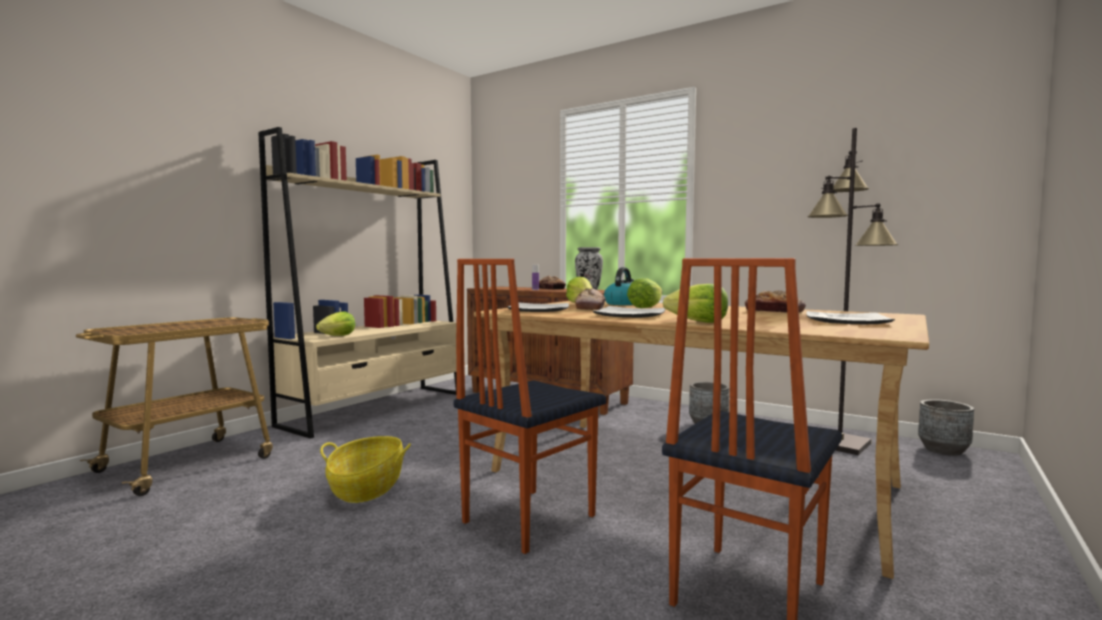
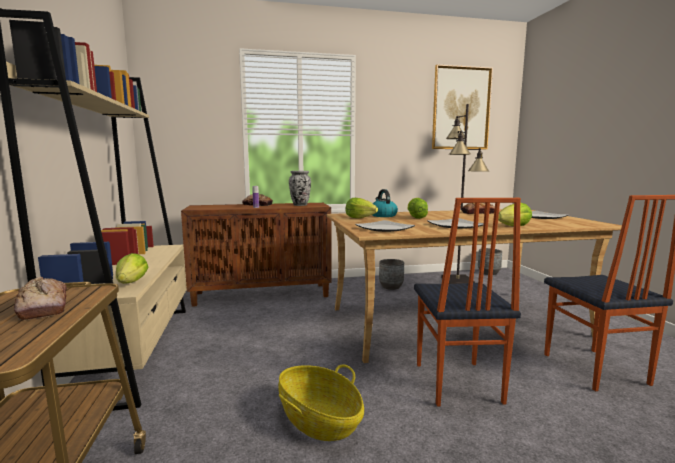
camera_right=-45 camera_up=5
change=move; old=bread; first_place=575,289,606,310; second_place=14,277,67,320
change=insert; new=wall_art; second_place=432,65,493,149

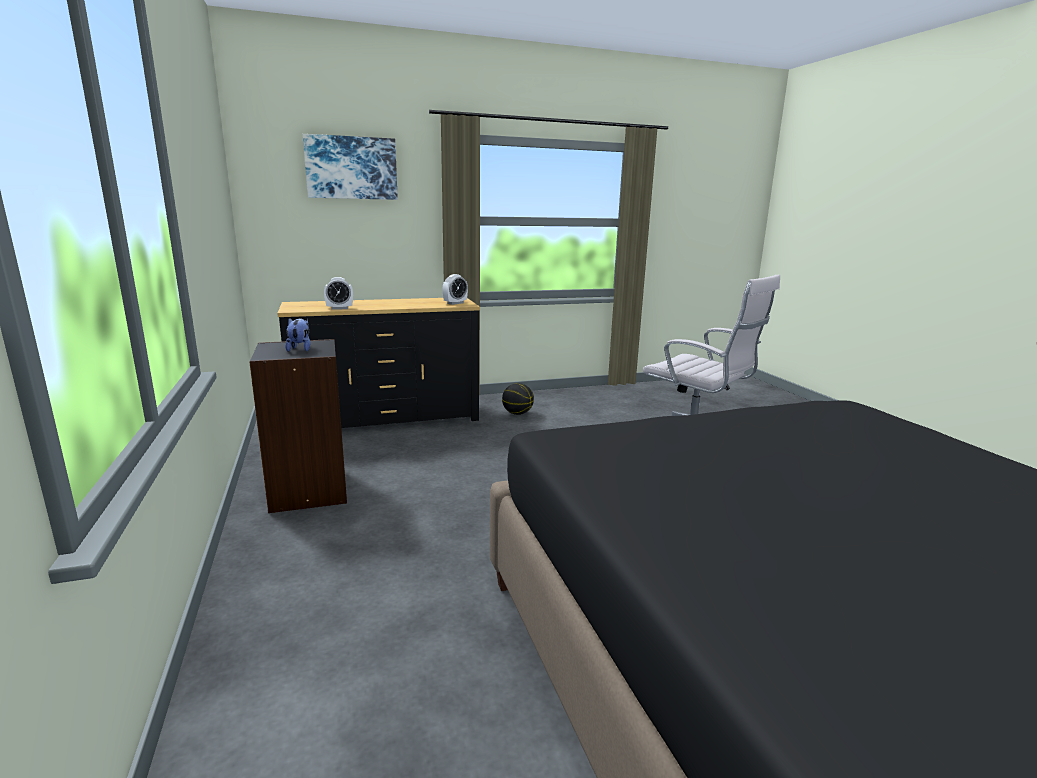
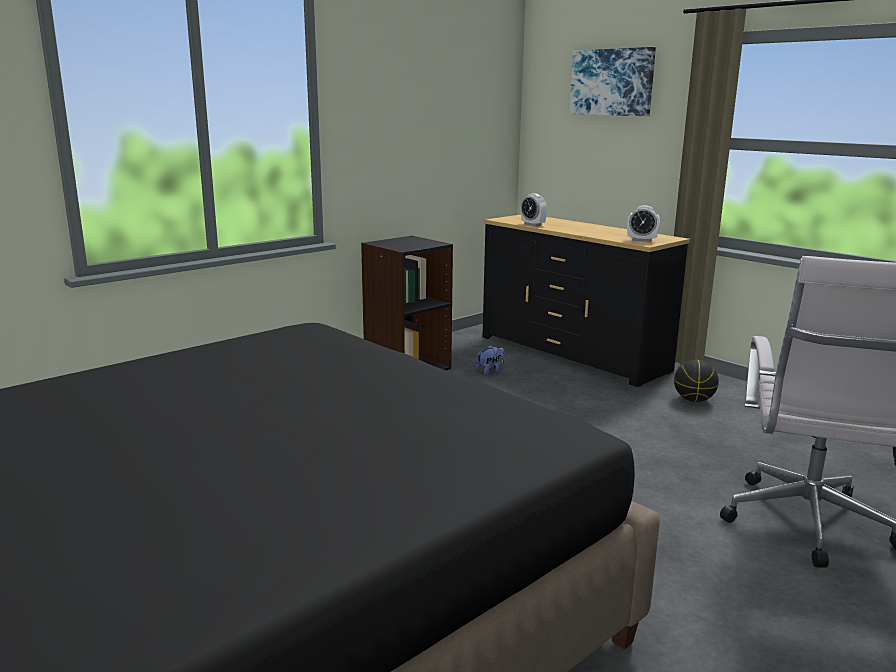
camera_right=65 camera_up=0
change=move; old=cuddly_toy; first_place=285,318,311,352; second_place=475,345,505,374

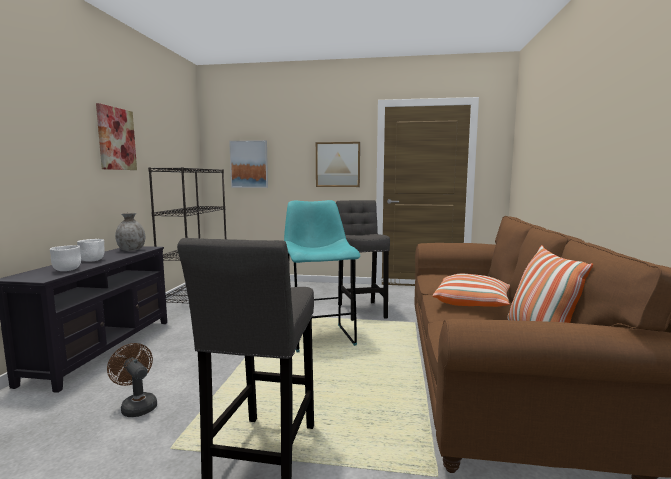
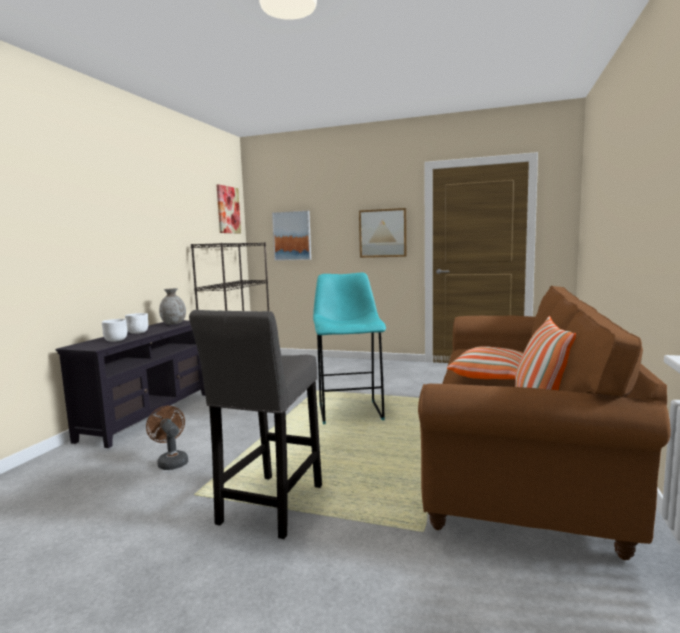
camera_right=10 camera_up=0
change=move; old=wall_art; first_place=96,103,137,170; second_place=217,184,241,233
change=delete; old=grey_sitting_stool; first_place=336,200,390,321

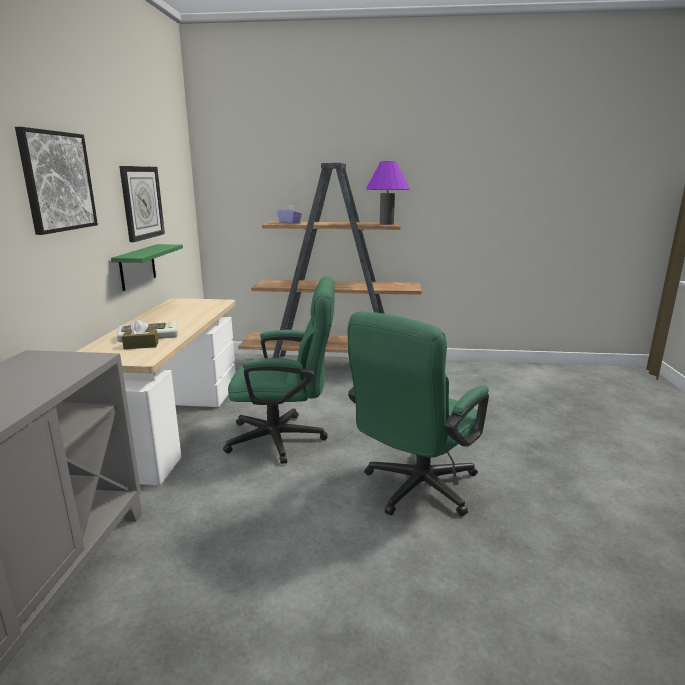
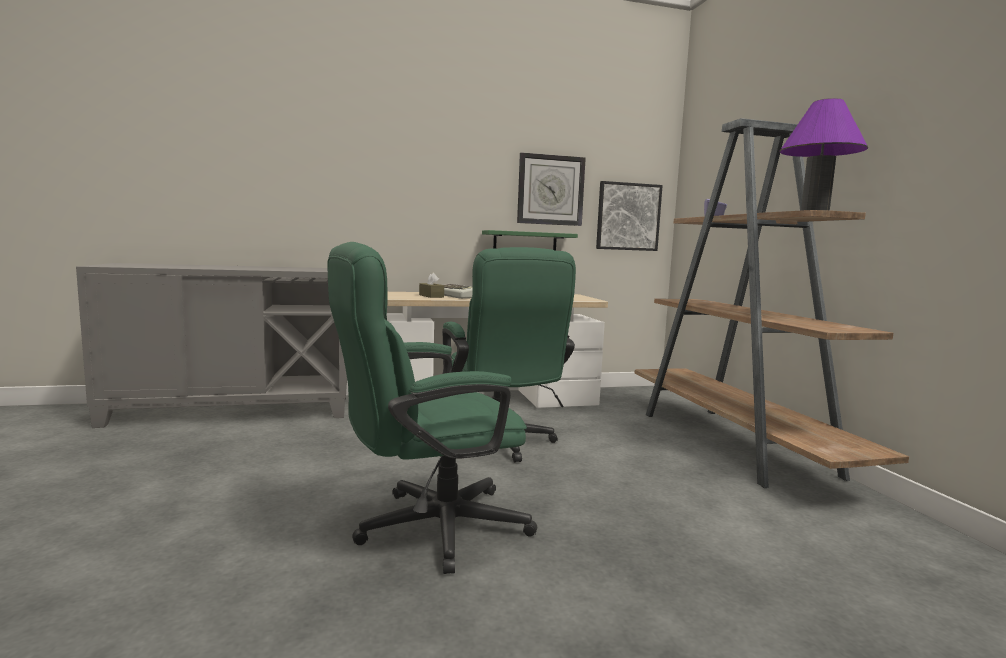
camera_right=70 camera_up=-10
change=move; old=wall_art; first_place=15,127,98,235; second_place=596,181,663,251
change=rotate; old=greenish_computer_chair; first_place=348,311,489,516; second_place=327,242,537,574; degrees=-45

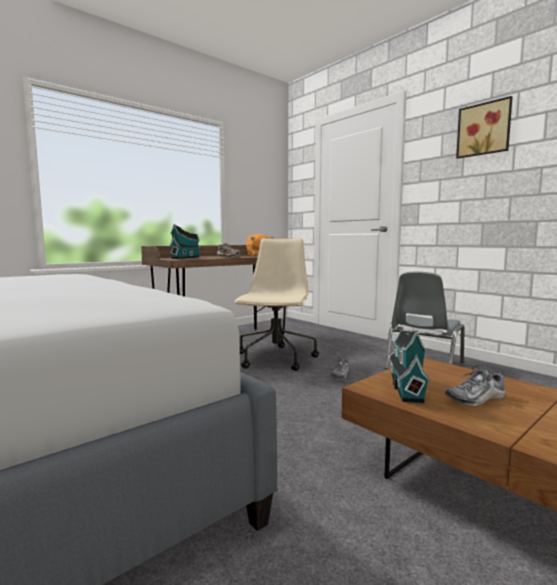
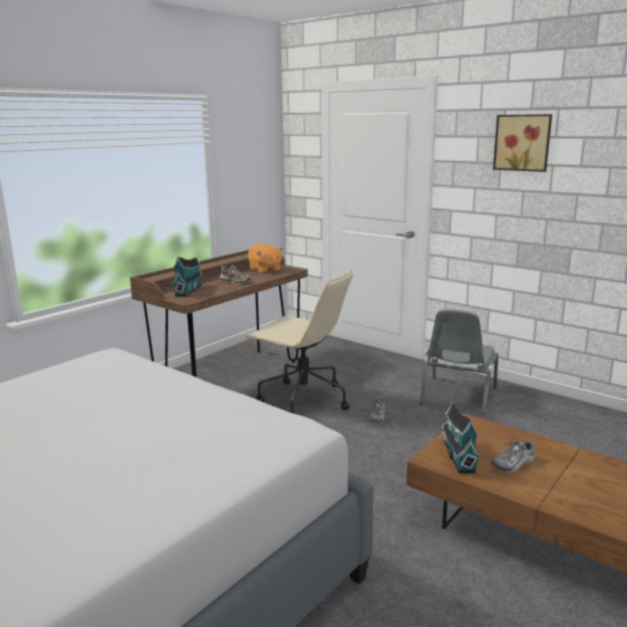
camera_right=-10 camera_up=10
change=rotate; old=sand-coloured_computer_chair; first_place=235,238,319,371; second_place=244,271,353,414; degrees=120

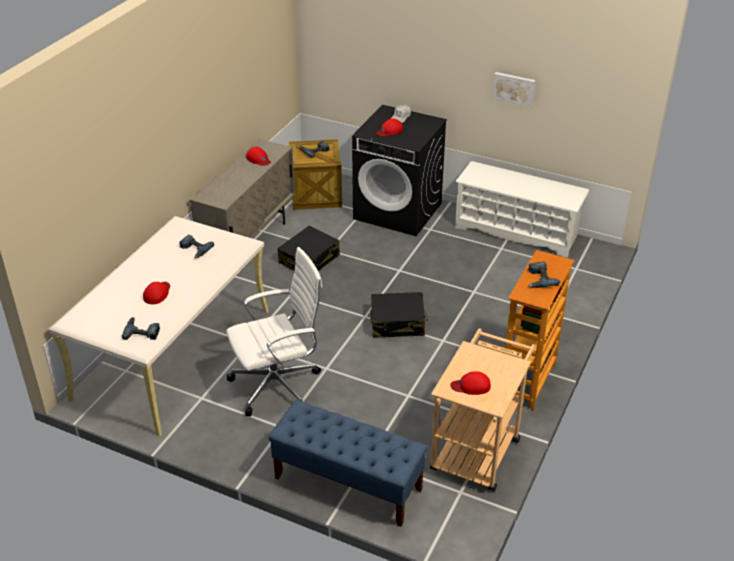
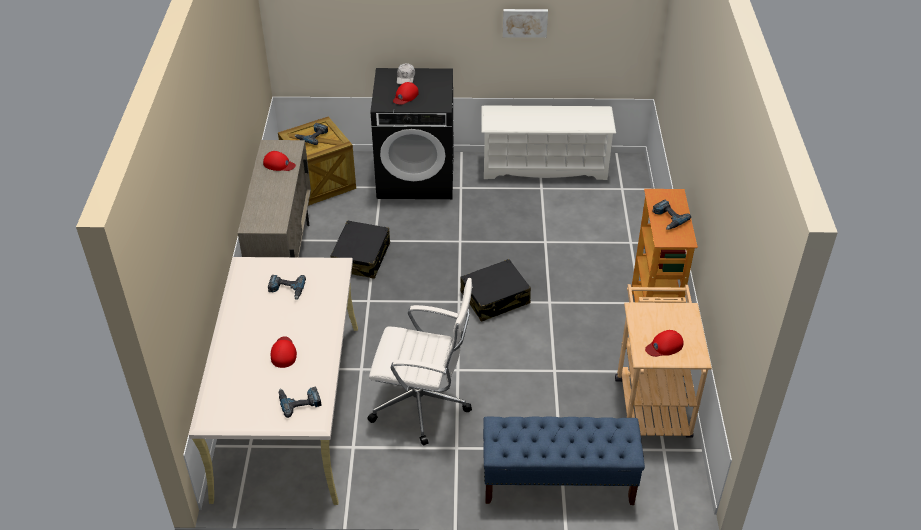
camera_right=-25 camera_up=5
change=rotate; old=white_computer_chair; first_place=226,247,323,416; second_place=367,278,473,446; degrees=60

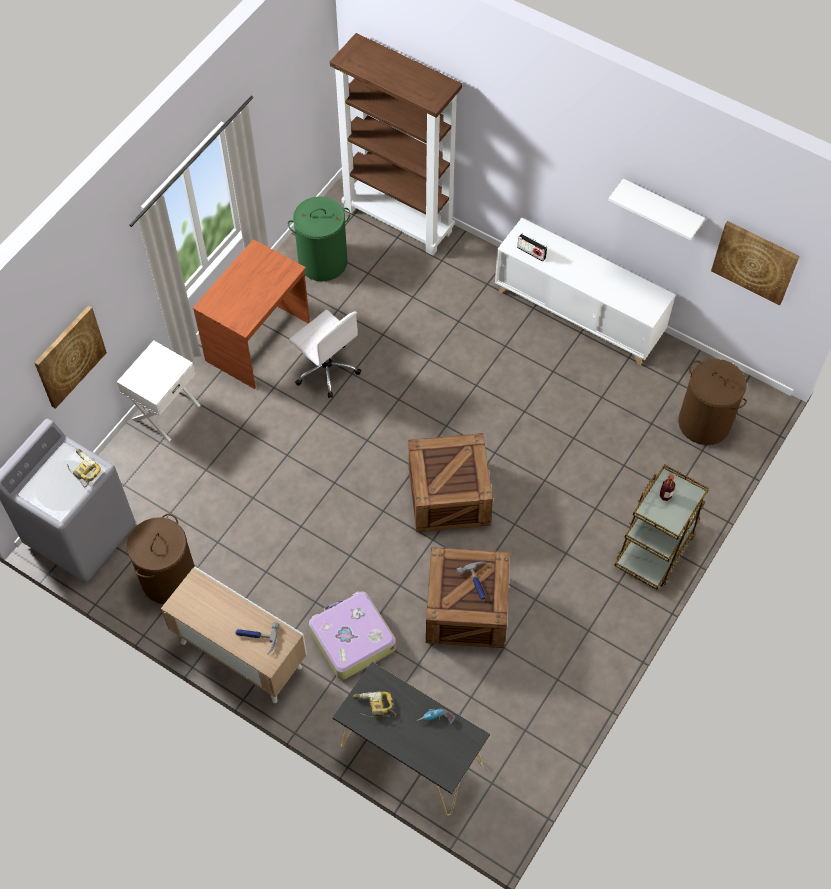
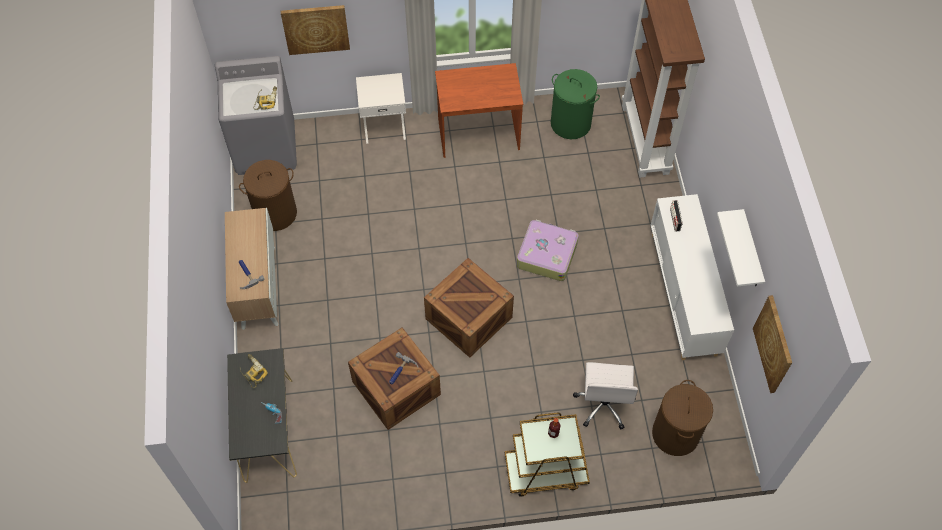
camera_right=50 camera_up=0
change=move; old=white_computer_chair; first_place=289,310,361,398; second_place=573,362,638,430
change=move; old=piece_of_luggage; first_place=309,591,396,680; second_place=517,220,579,281

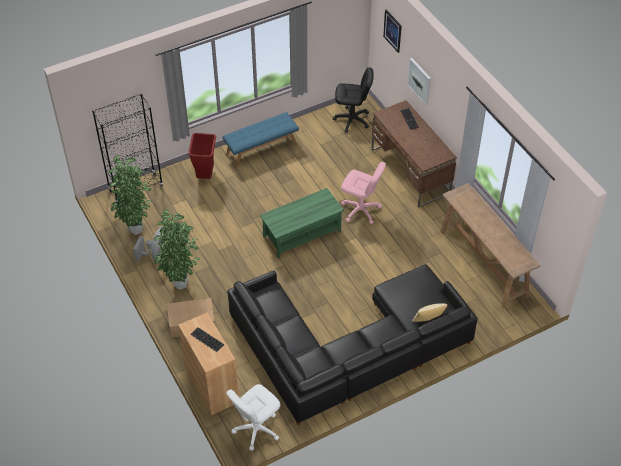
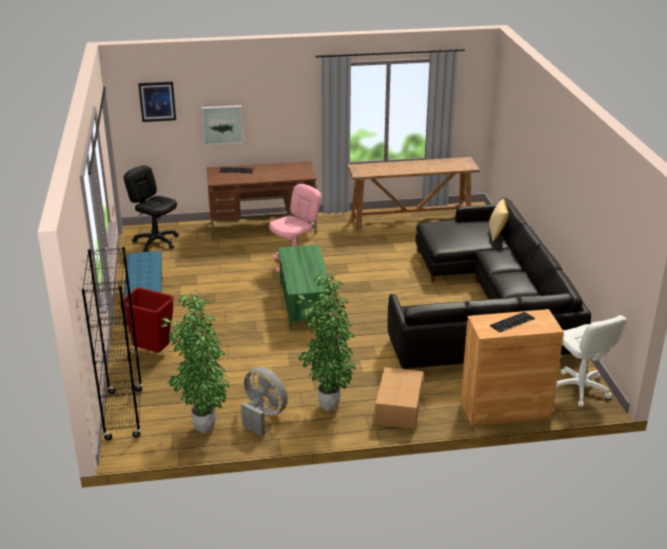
camera_right=-70 camera_up=-20
change=rotate; old=black_computer_chair; first_place=333,67,374,133; second_place=124,166,179,252; degrees=-75

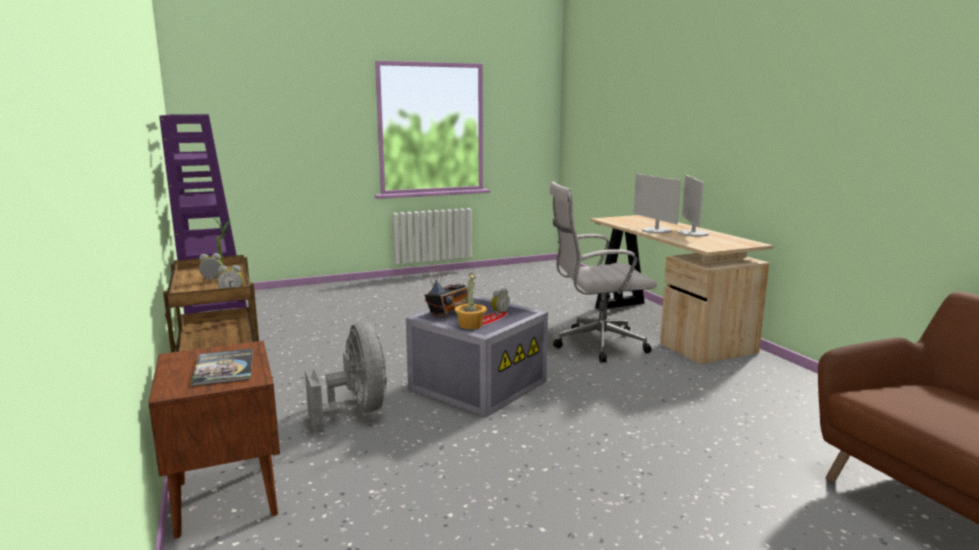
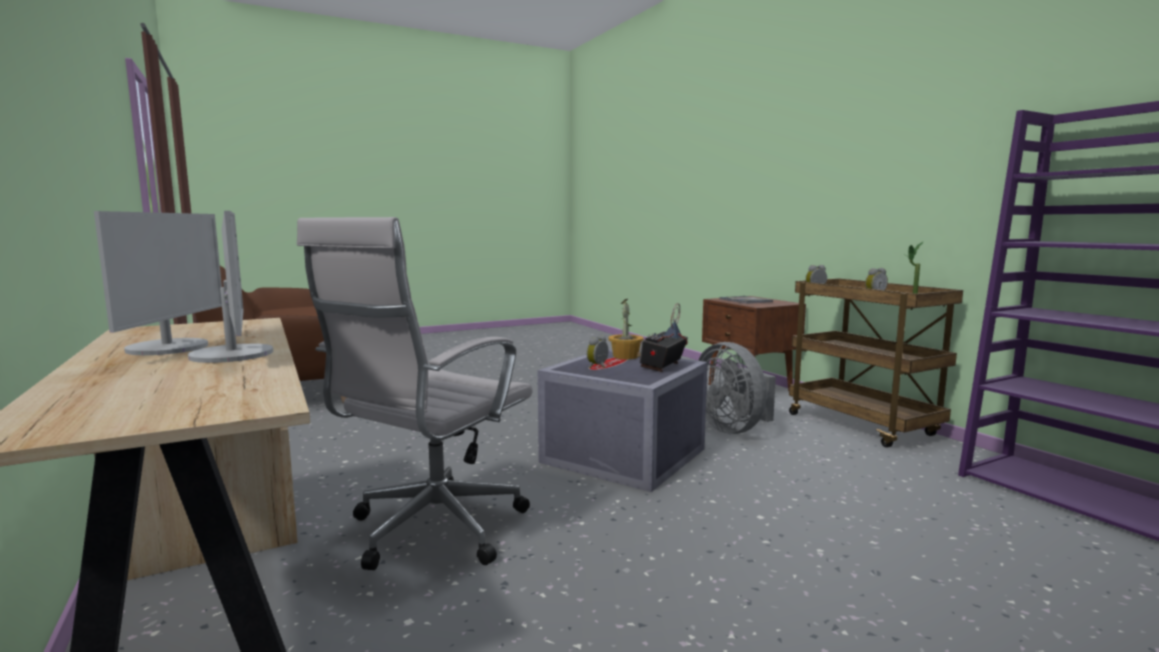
camera_right=175 camera_up=-5
change=rotate; old=white_computer_chair; first_place=549,181,657,363; second_place=297,217,533,570; degrees=135

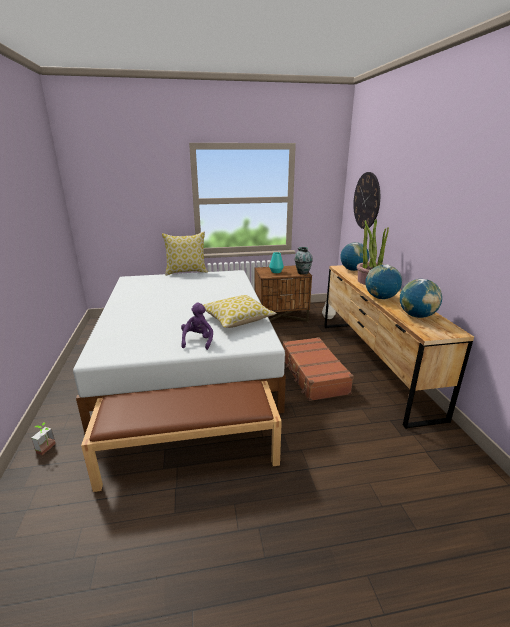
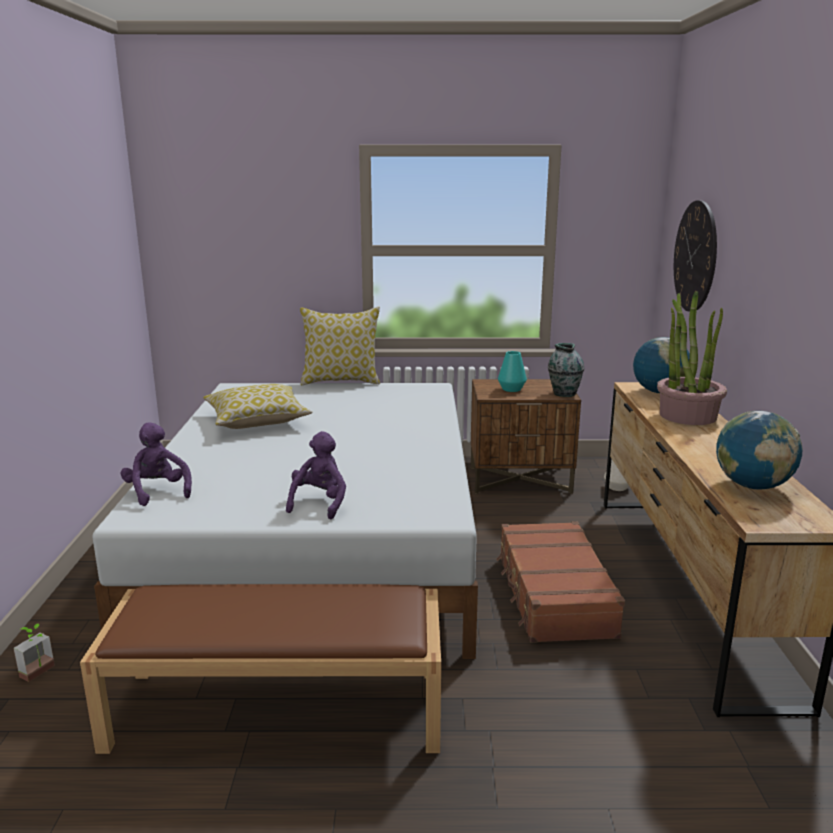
camera_right=10 camera_up=-5
change=delete; old=desk_globe; first_place=365,264,402,299
change=move; old=cushion; first_place=203,295,277,328; second_place=203,384,313,429
change=insert; new=purple_cuddly_toy; second_place=121,422,192,506

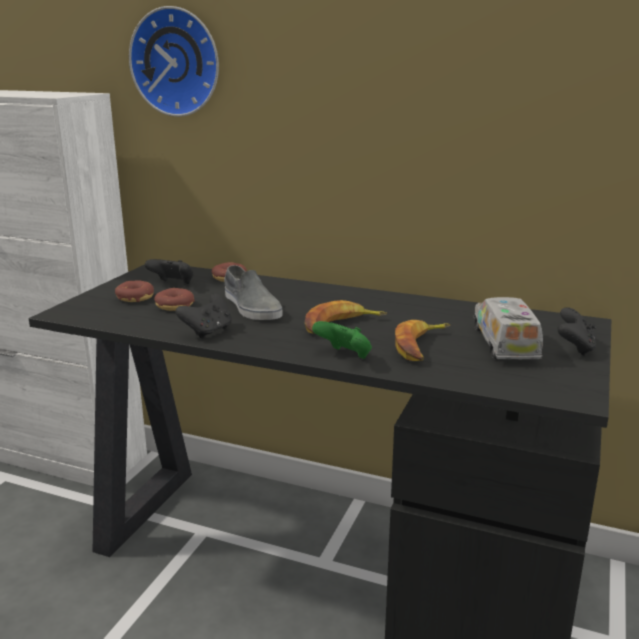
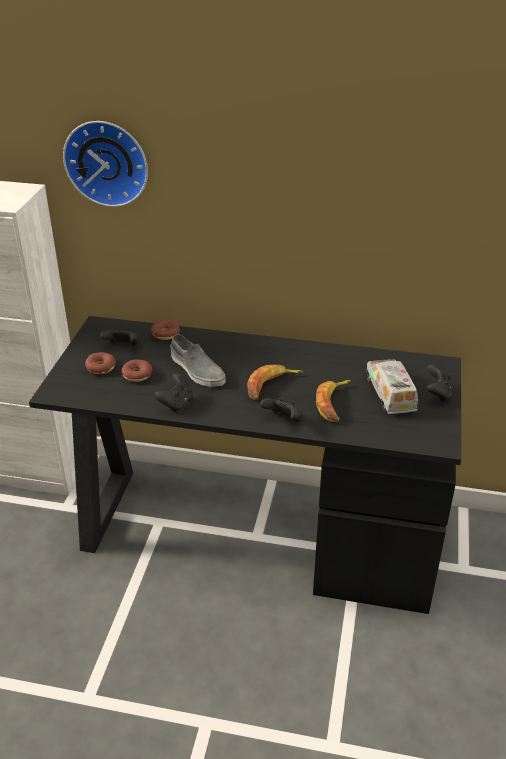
camera_right=-10 camera_up=15
change=recolor; old=greenish_game_controller; new=black_game_controller; first_place=312,321,372,359; second_place=260,398,303,422

